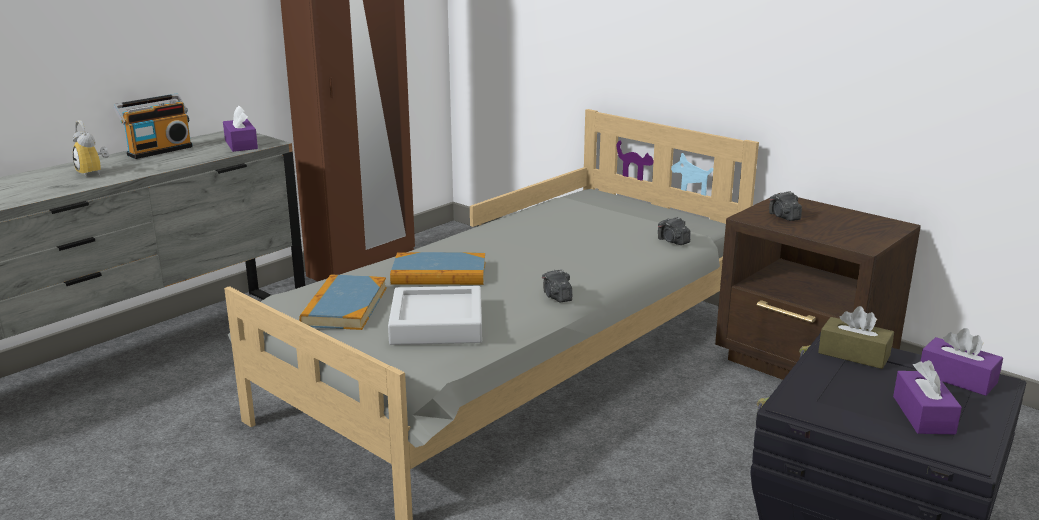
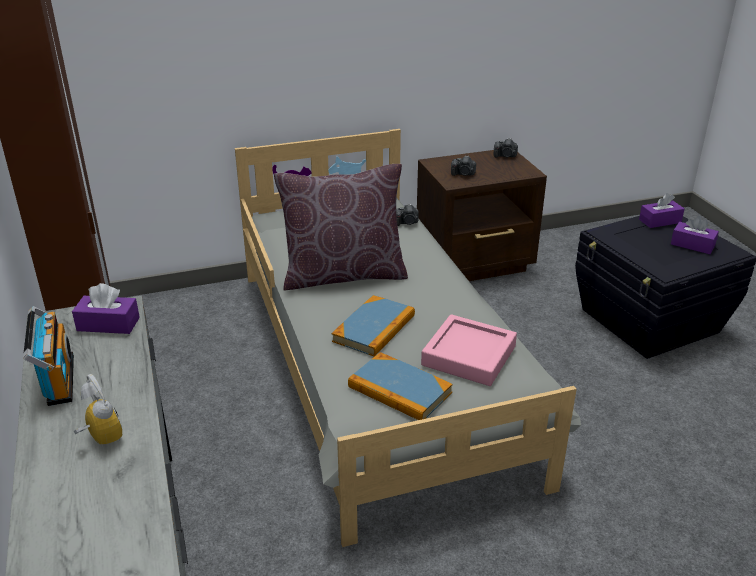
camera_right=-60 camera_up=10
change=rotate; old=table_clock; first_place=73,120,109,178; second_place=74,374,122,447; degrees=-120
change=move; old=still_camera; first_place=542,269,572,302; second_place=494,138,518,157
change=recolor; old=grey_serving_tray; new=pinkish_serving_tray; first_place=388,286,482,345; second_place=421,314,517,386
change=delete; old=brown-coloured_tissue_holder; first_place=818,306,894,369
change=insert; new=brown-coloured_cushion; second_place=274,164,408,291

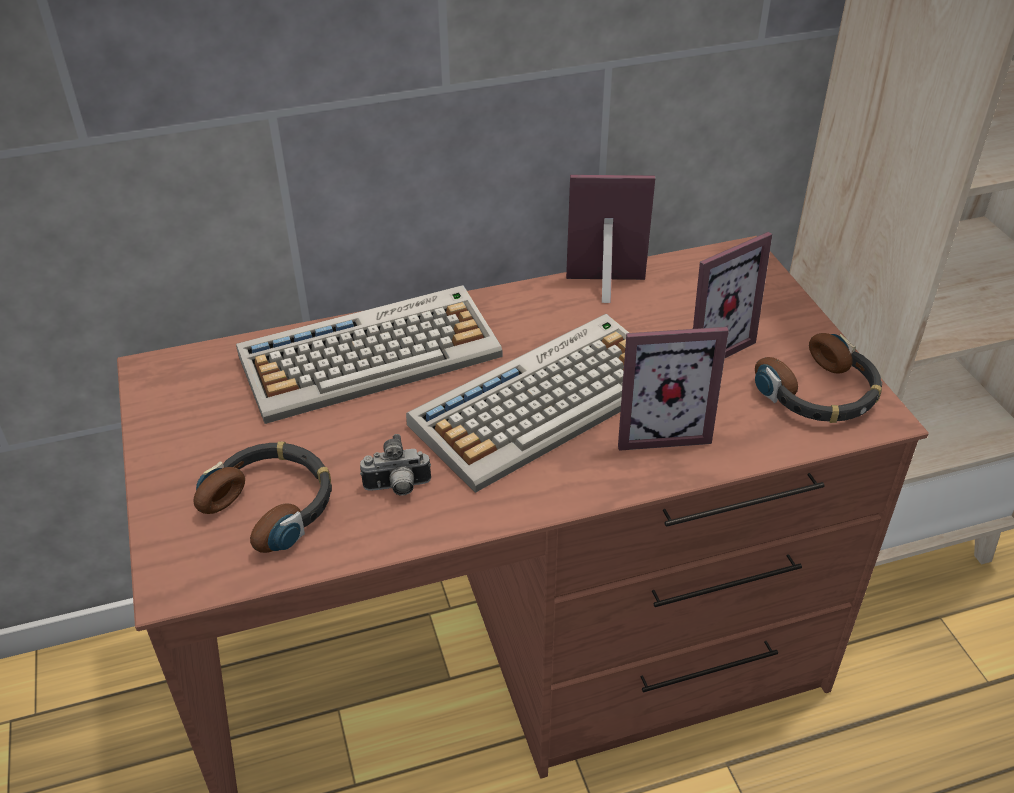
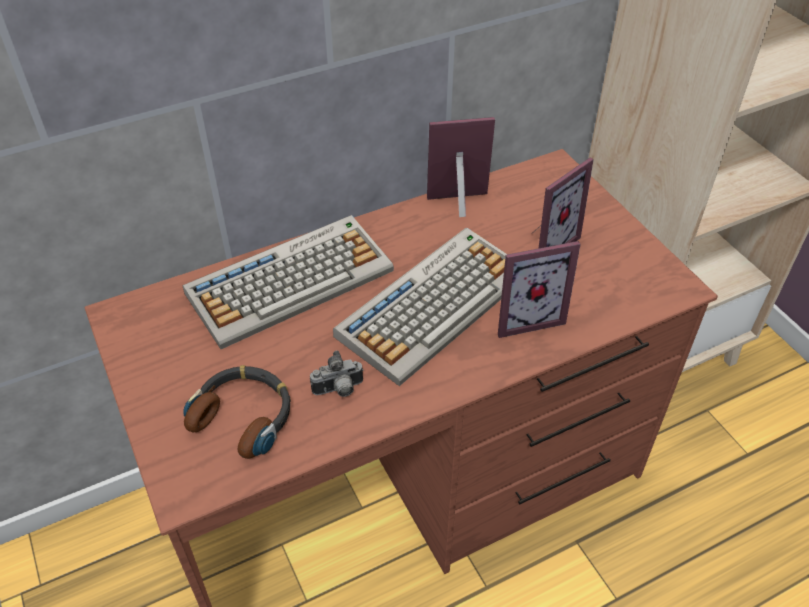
camera_right=-10 camera_up=5
change=delete; old=pair_of_headphones; first_place=755,333,882,423

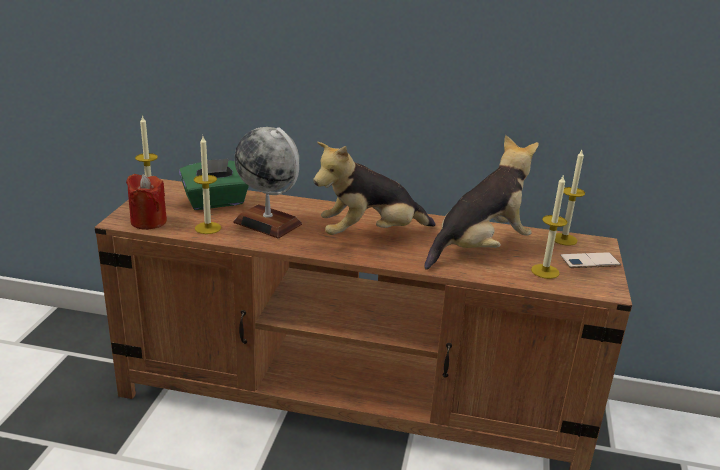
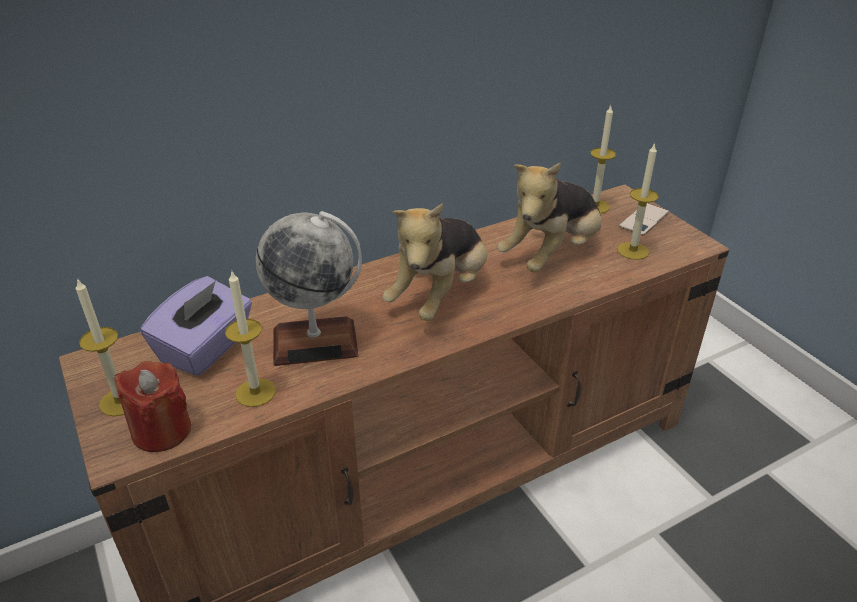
camera_right=-40 camera_up=10
change=rotate; old=cuddly_toy; first_place=424,135,539,270; second_place=497,162,601,273; degrees=-150
change=recolor; old=greenish_tissue_holder; new=purple_tissue_holder; first_place=179,158,249,210; second_place=140,276,252,376

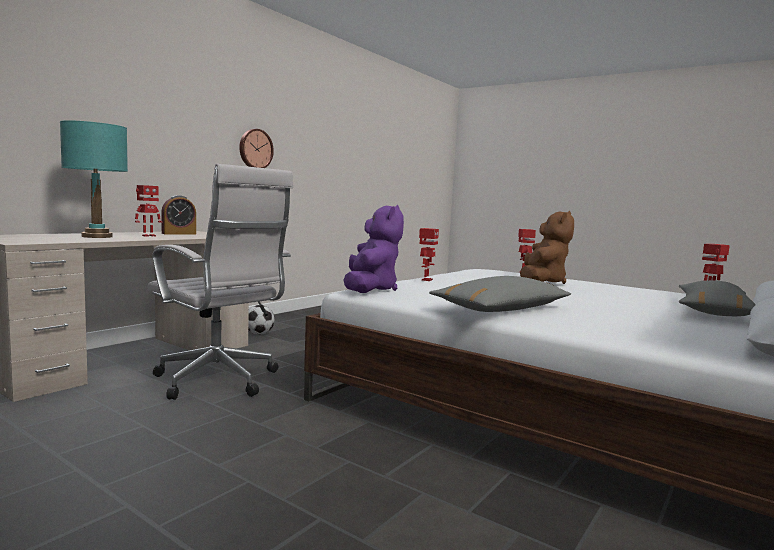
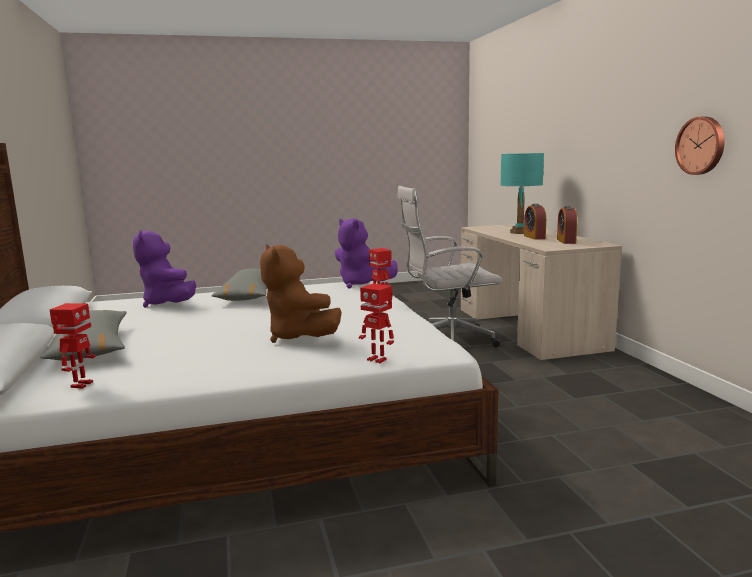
camera_right=130 camera_up=5
change=replace; old=model_robot; new=table_clock; first_place=135,185,163,237; second_place=524,204,546,240
change=delete; old=football_ball; first_place=248,305,275,335
change=insert; new=purple_cuddly_toy; second_place=133,230,196,308

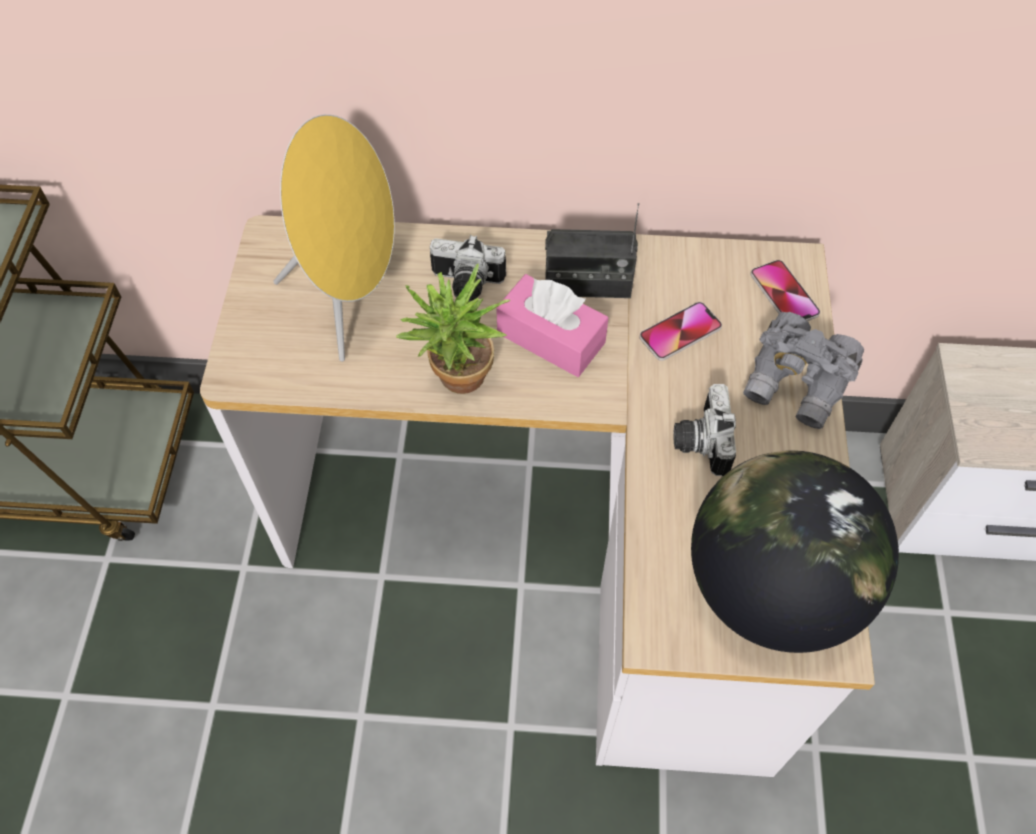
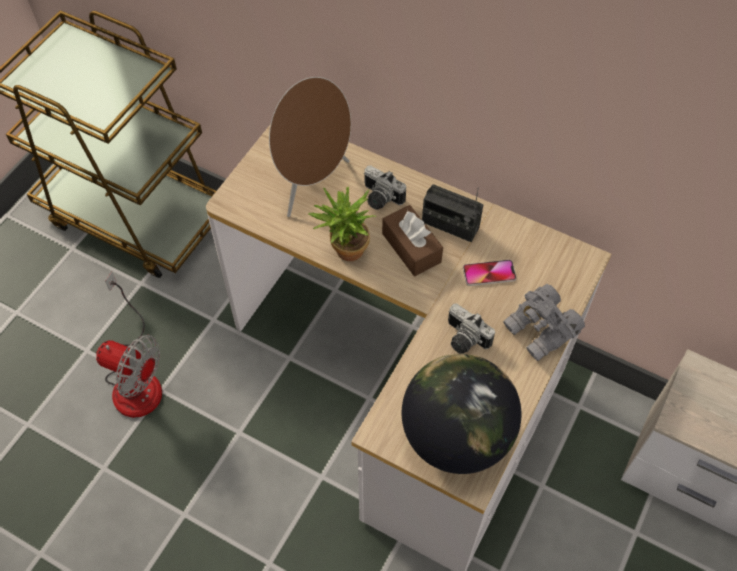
camera_right=25 camera_up=0
change=recolor; old=yellow_loudspeaker; new=brown-coloured_loudspeaker; first_place=273,114,395,362; second_place=269,77,351,217
change=delete; old=phone; first_place=751,260,820,321
change=recolor; old=pinkish_tissue_holder; new=brown-coloured_tissue_holder; first_place=496,274,608,377; second_place=382,205,443,276
change=rotate; old=still_camera; first_place=673,384,736,476; second_place=448,303,495,354; degrees=-75
change=insert; new=cooling_fan; second_place=96,272,162,418

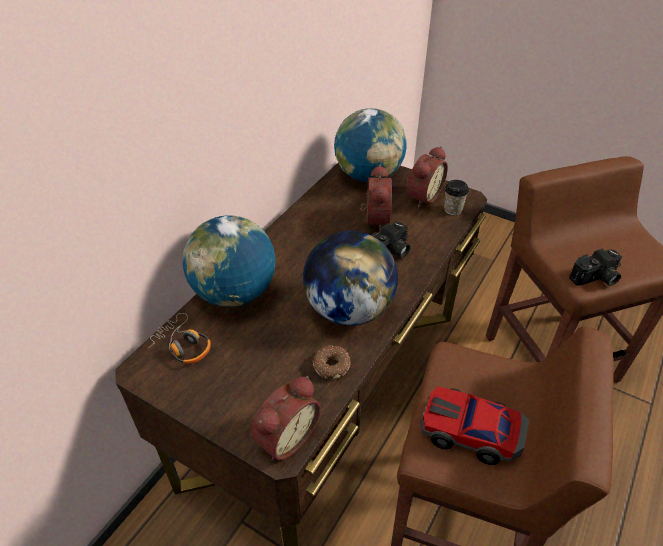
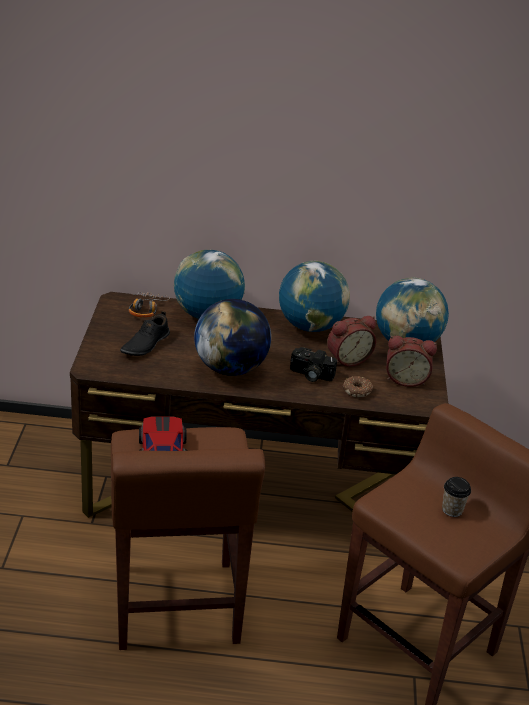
camera_right=60 camera_up=-10
change=move; old=cup; first_place=444,180,469,215; second_place=442,477,471,517
change=delete; old=still_camera; first_place=569,249,622,286
change=move; old=ring_doughnut; first_place=312,346,351,379; second_place=343,376,373,397
change=delete; old=table_clock; first_place=250,376,321,461
change=insert; new=desk_globe; second_place=279,261,350,332
change=insert; new=black_item_of_footwear; second_place=120,311,170,356

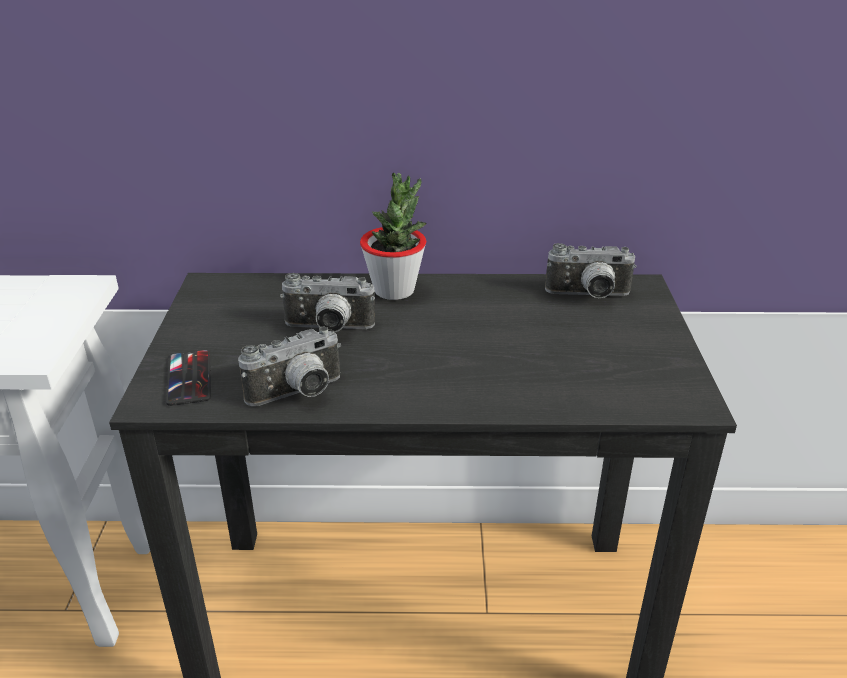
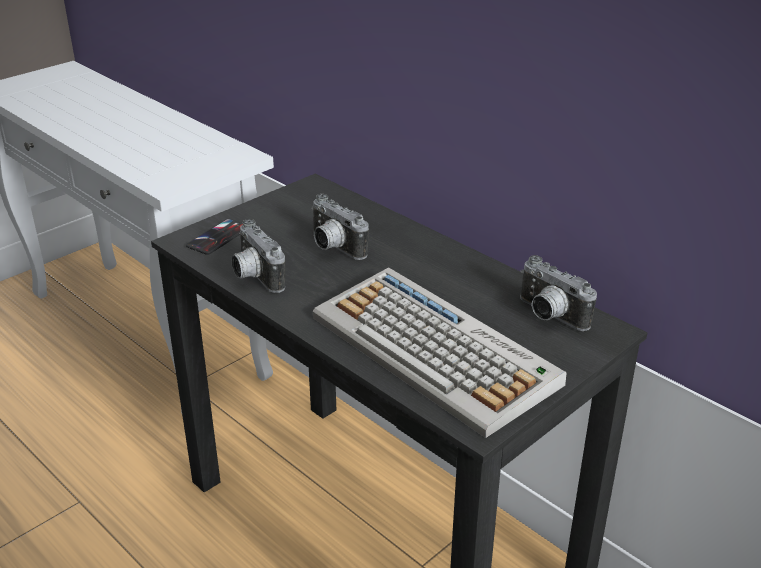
camera_right=45 camera_up=0
change=delete; old=houseplant; first_place=360,173,426,300
change=rotate; old=still_camera; first_place=238,326,341,406; second_place=231,219,285,293; degrees=45
change=insert; new=computer_keyboard; second_place=313,267,567,438

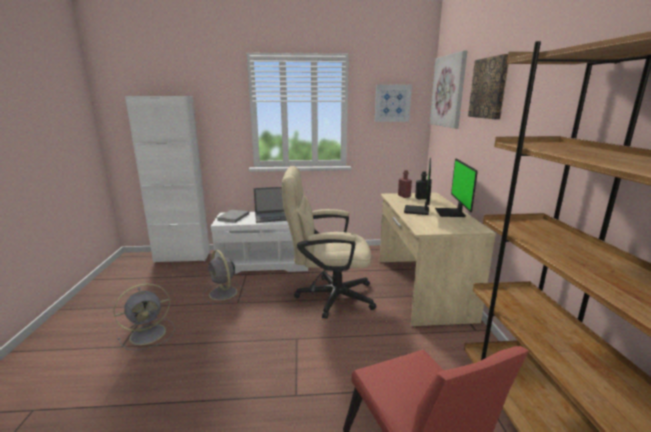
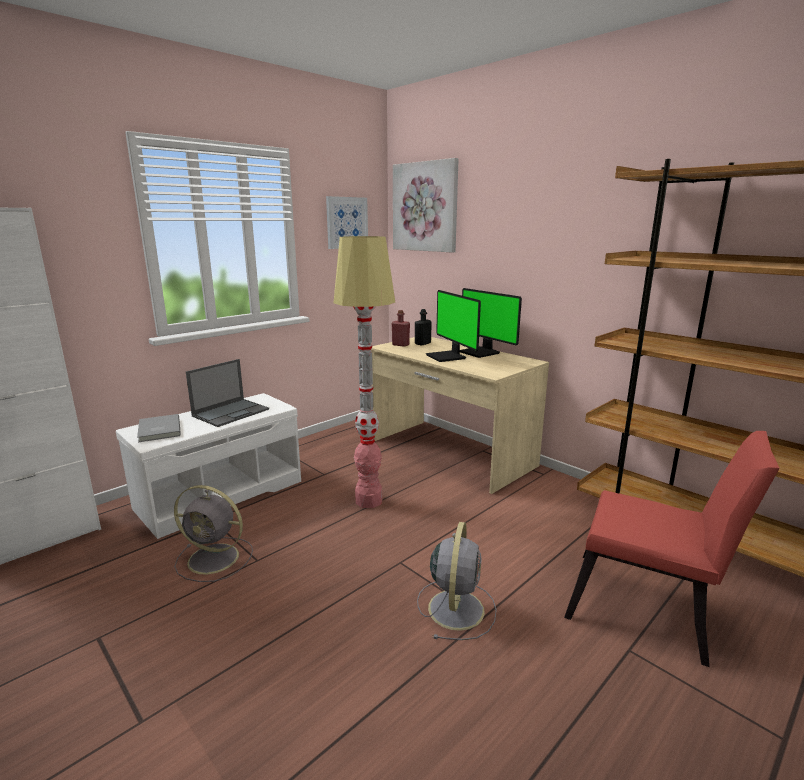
camera_right=-40 camera_up=0
change=delete; old=wall_art; first_place=468,54,509,119
change=replace; old=sand-coloured_computer_chair; new=floor_lamp; first_place=282,166,377,319; second_place=334,236,395,508
change=move; old=grey_cooling_fan; first_place=114,283,175,350; second_place=417,522,497,640

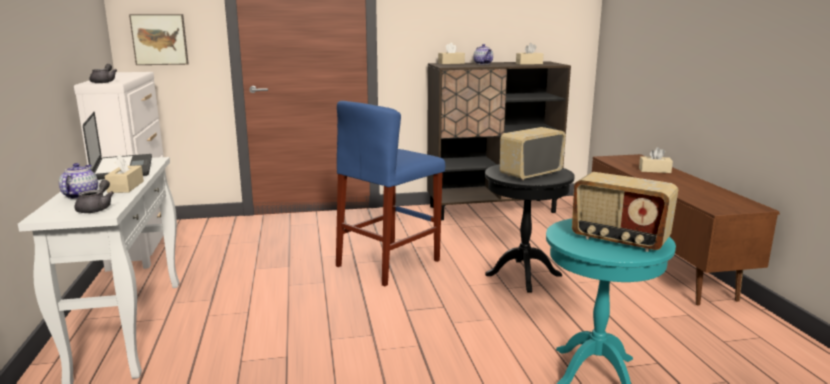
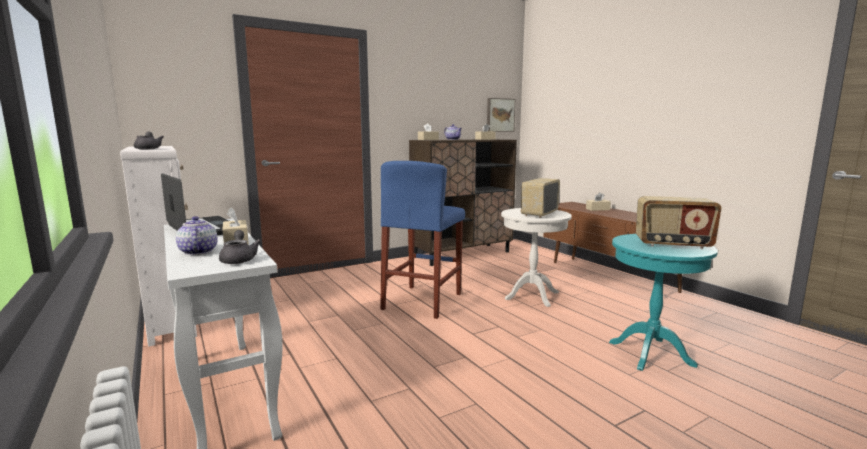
camera_right=-20 camera_up=-5
change=move; old=wall_art; first_place=129,14,189,65; second_place=487,98,515,132
change=recolor; old=black_accent_table; new=white_accent_table; first_place=485,164,575,292; second_place=501,208,572,307

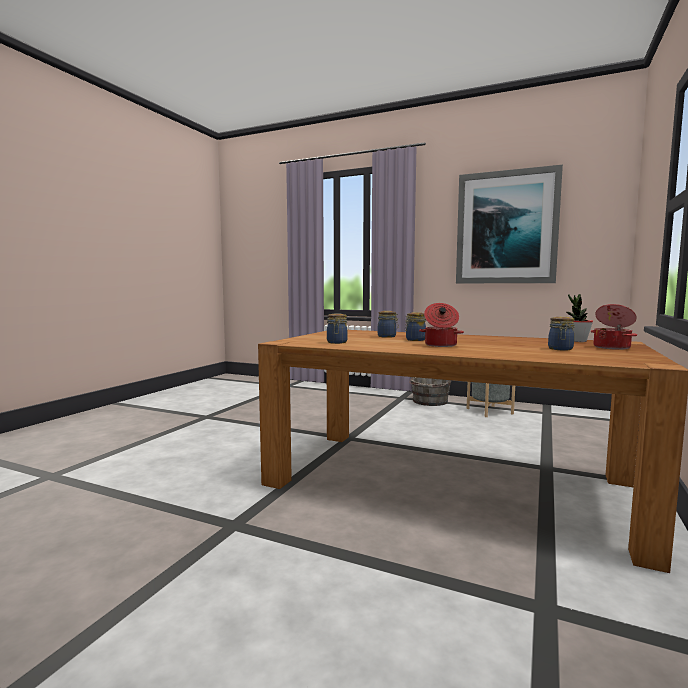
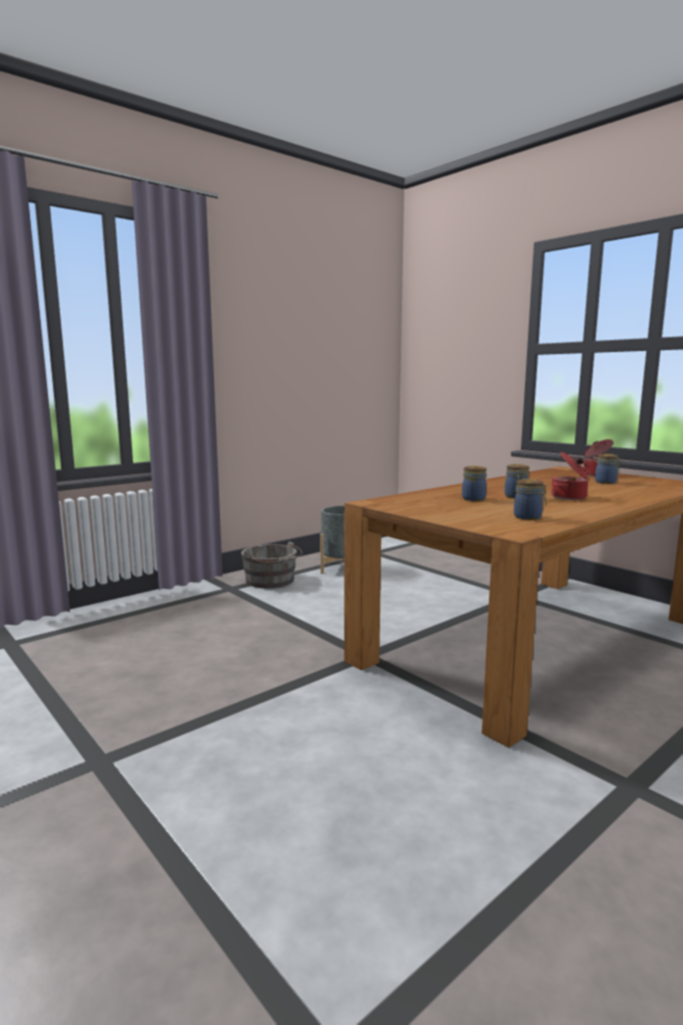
camera_right=-65 camera_up=5
change=delete; old=wall_art; first_place=456,165,563,283
change=delete; old=houseplant; first_place=566,294,593,342

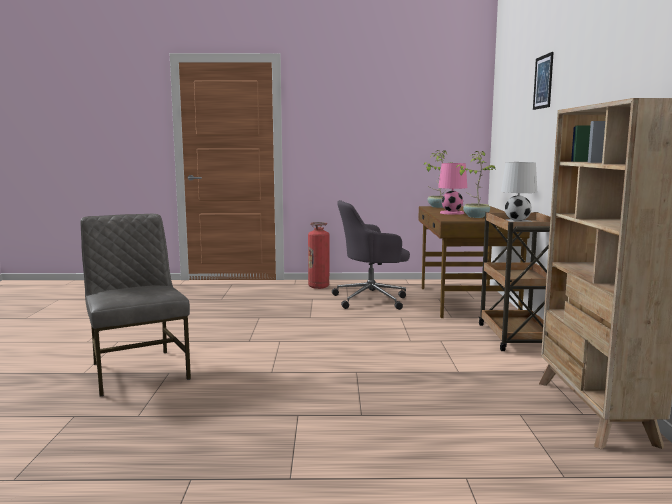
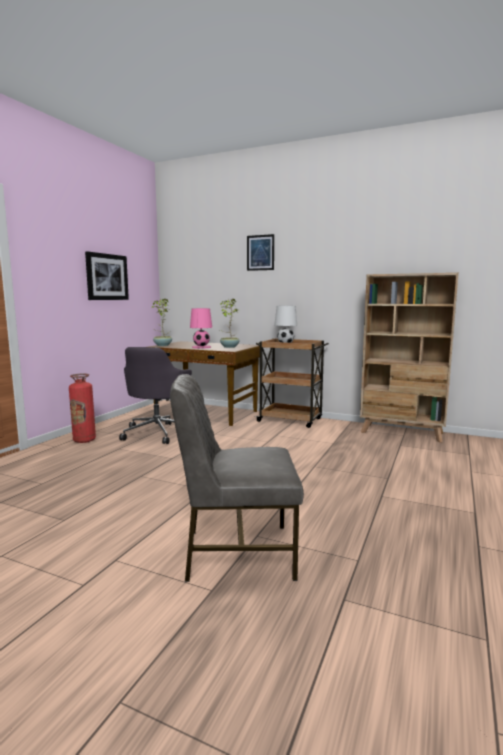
camera_right=-65 camera_up=0
change=insert; new=wall_art; second_place=85,251,129,300

